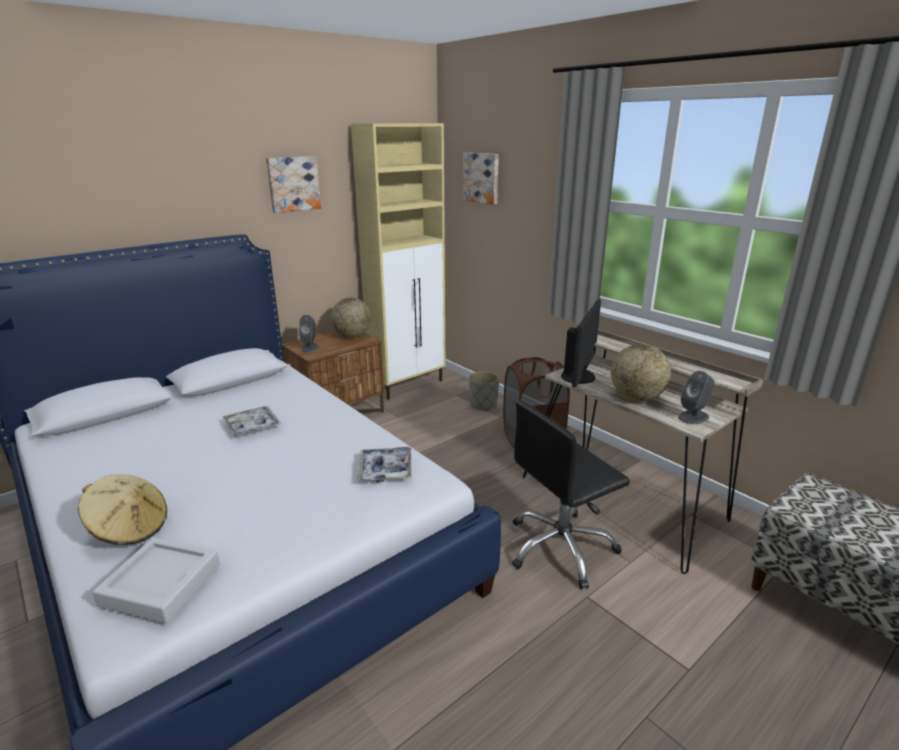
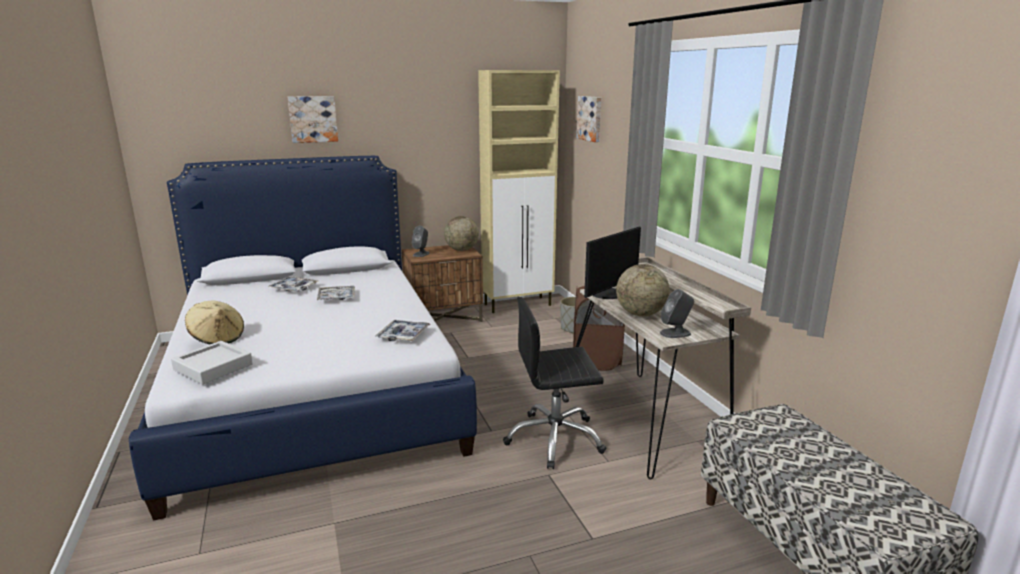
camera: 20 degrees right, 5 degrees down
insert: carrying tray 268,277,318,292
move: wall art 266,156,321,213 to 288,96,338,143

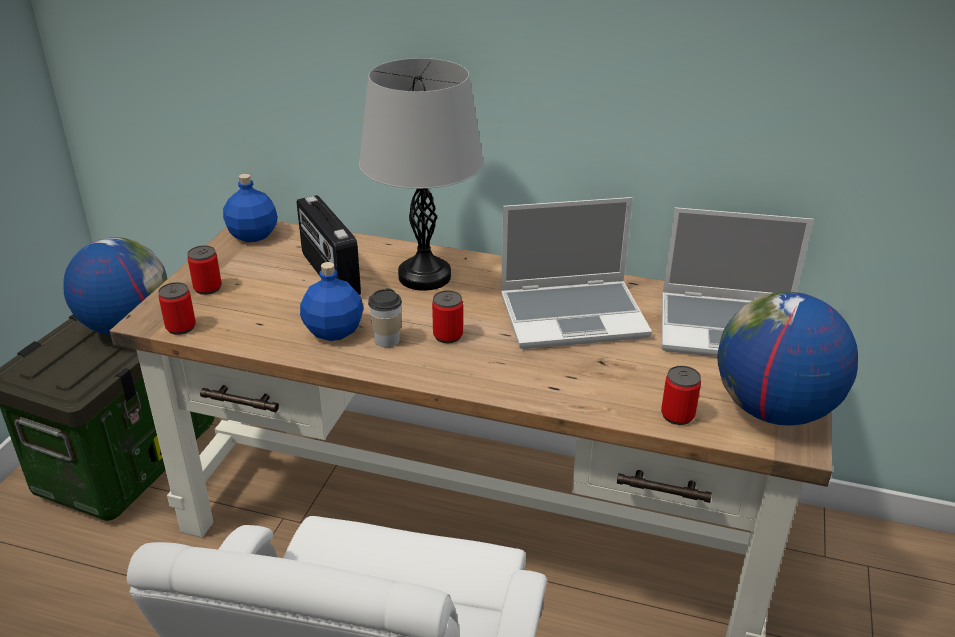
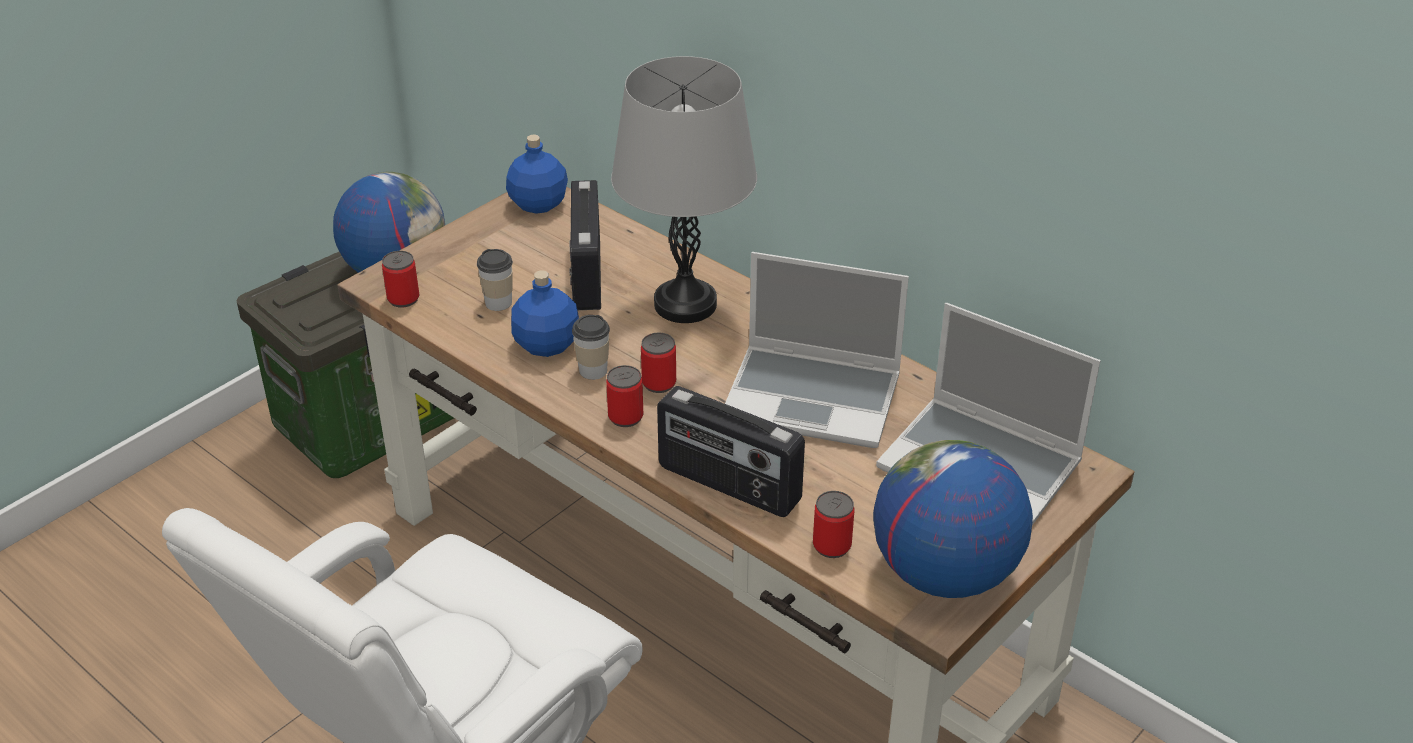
camera: 25 degrees right, 5 degrees up
insert: small cup 477,249,513,311; radio set 657,386,805,517
move: can 188,245,222,295 to 606,365,643,427

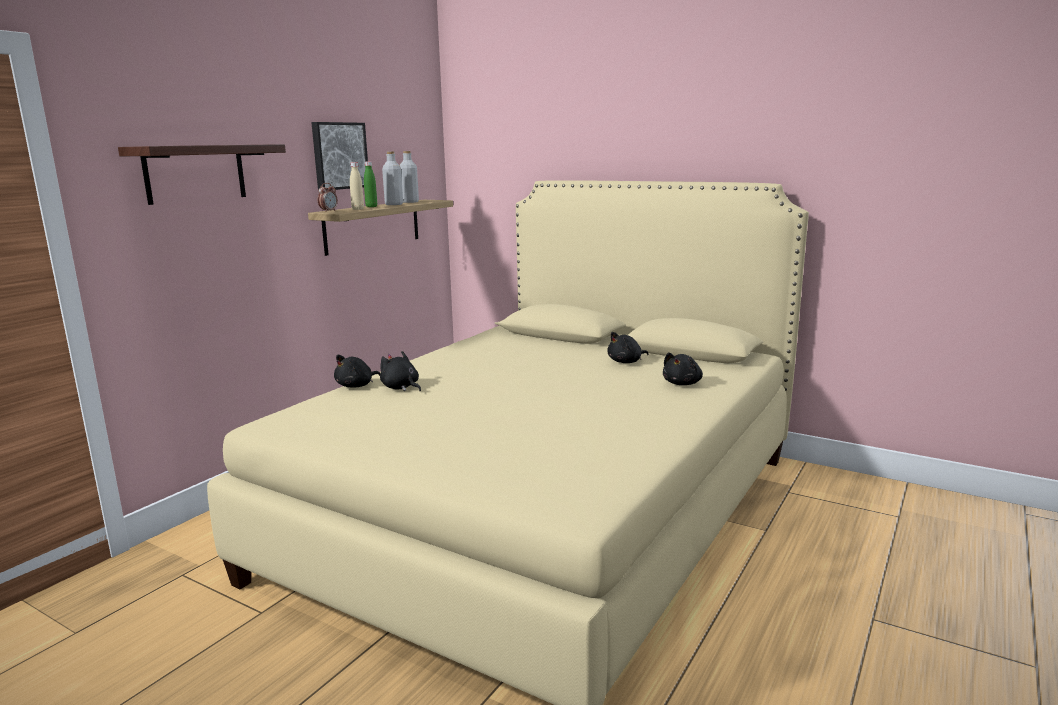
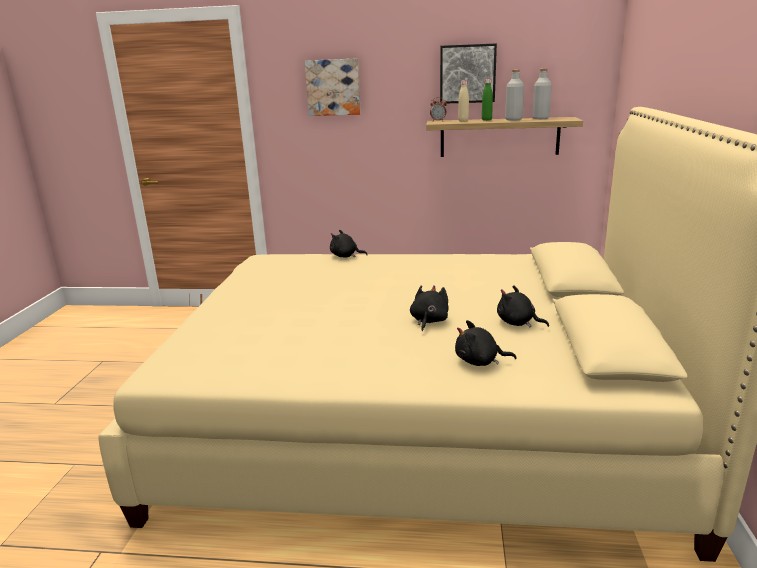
camera: 65 degrees right, 5 degrees up
move: cuddly toy (blackish) 380,351,421,391 to 410,285,449,331
replace: wall shelf 118,144,286,205 to wall art 304,58,361,116

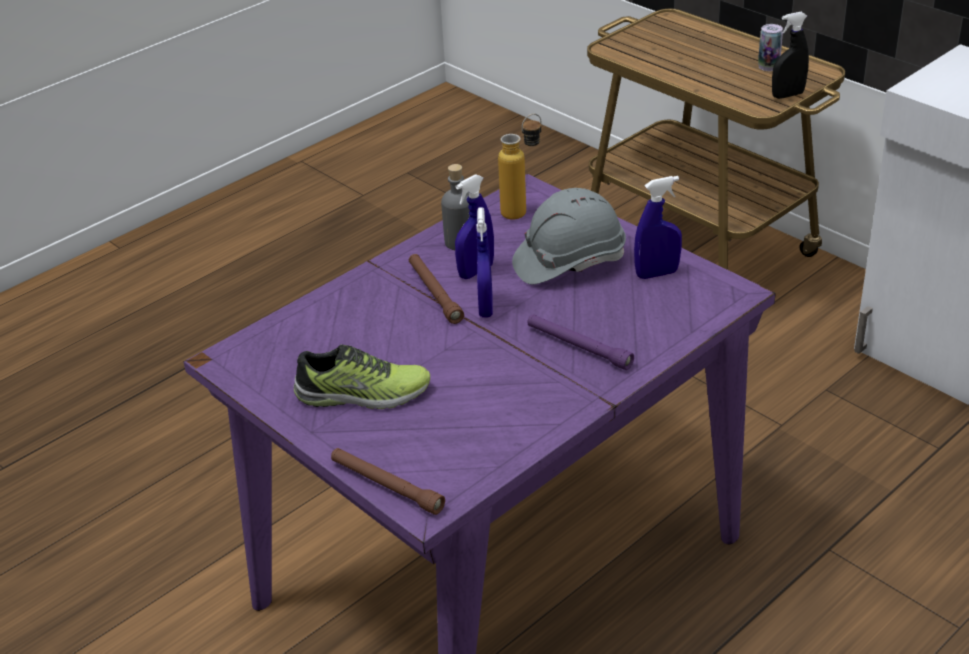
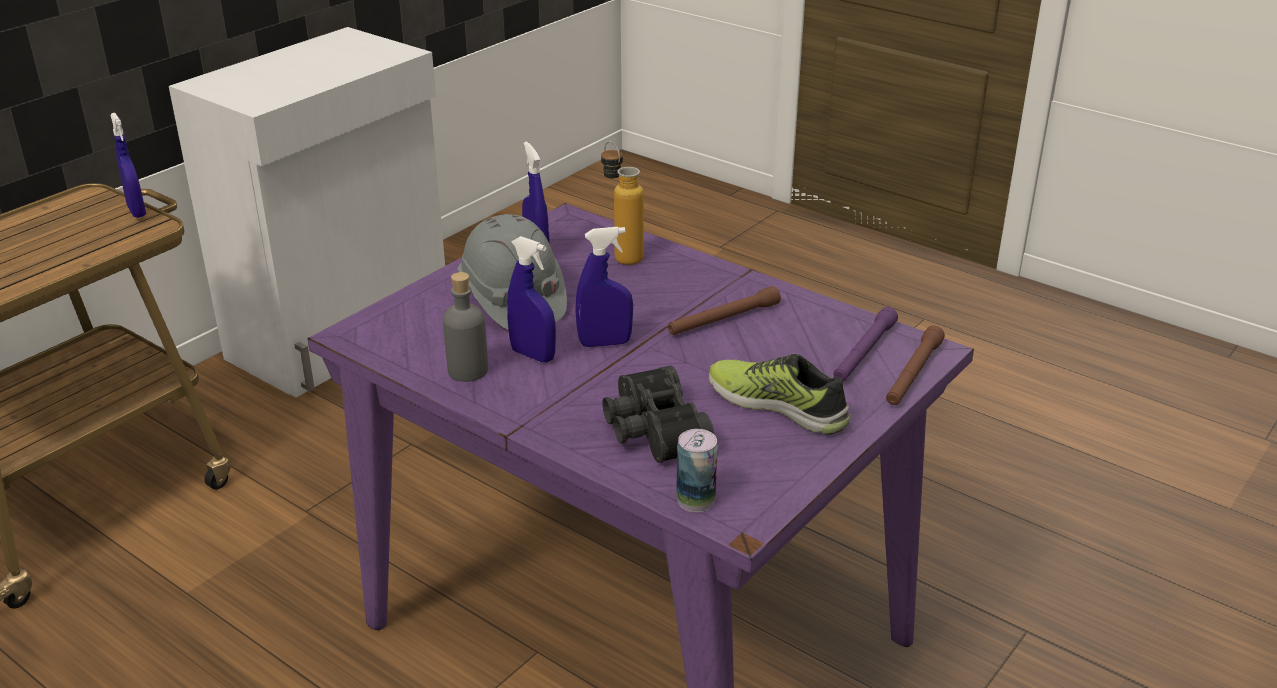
camera: 100 degrees left, 5 degrees down
insert: binoculars (blackish) 602,365,715,463
move: can 758,24,783,71 to 676,429,718,512; beverage bottle 498,114,541,220 to 601,141,644,265; flashlight (brownish) 409,254,464,324 to 668,286,781,335; flashlight (purplish) 527,314,634,370 to 833,307,898,382
recolor: sprayer (blackish) 772,12,809,99 to sprayer (blue) 111,113,146,218
rotate: shoe 294,345,430,409 = 709,354,850,435 45 degrees counterclockwise

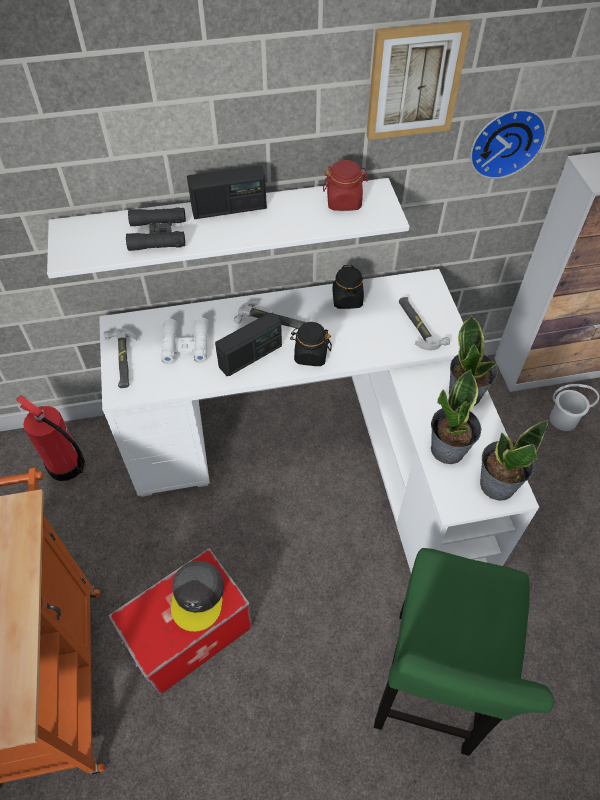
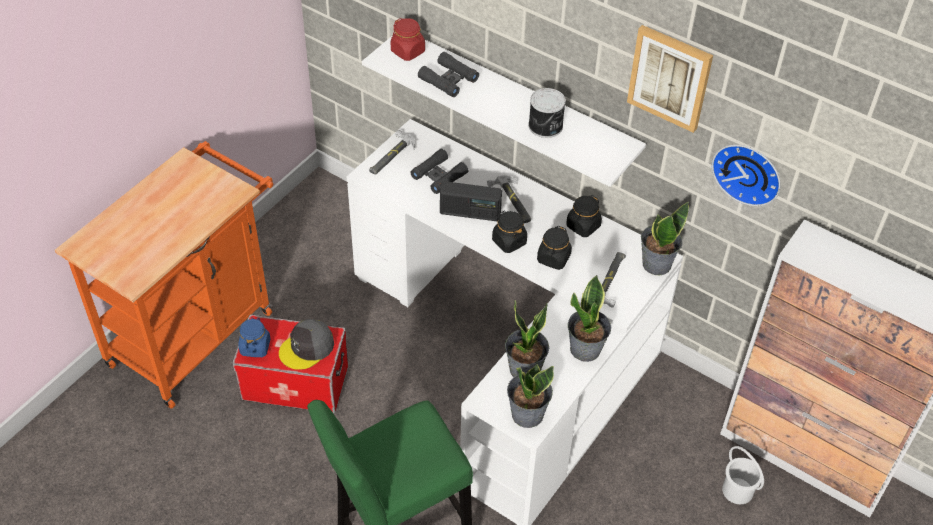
camera: 45 degrees right, 5 degrees down
delete: radio set 187,165,267,219; fire extinguisher 16,395,85,481
insert: can 528,88,566,138; potted plant 641,202,689,275; preserve jar (blackish) 537,226,572,270; preserve jar (blue) 238,317,271,357
move: preserve jar (red) 323,160,369,211 to 391,18,425,61
recolor: binoculars (white) 161,317,209,364 to binoculars (blackish) 410,149,468,194

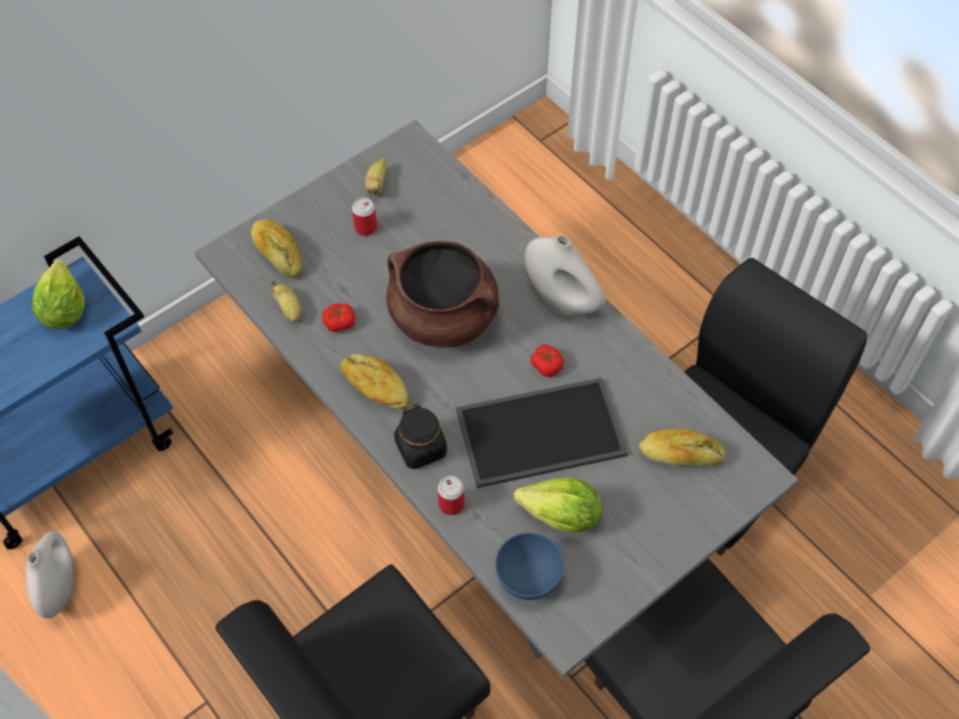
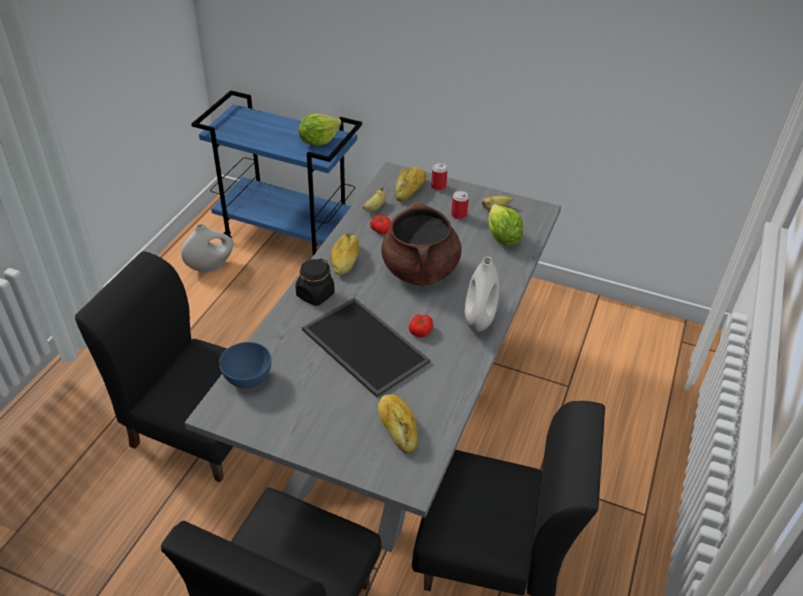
camera: 60 degrees right, 15 degrees down
move: can 438,476,464,515 to 431,162,448,191; lettuce 514,478,602,533 to 489,204,523,245

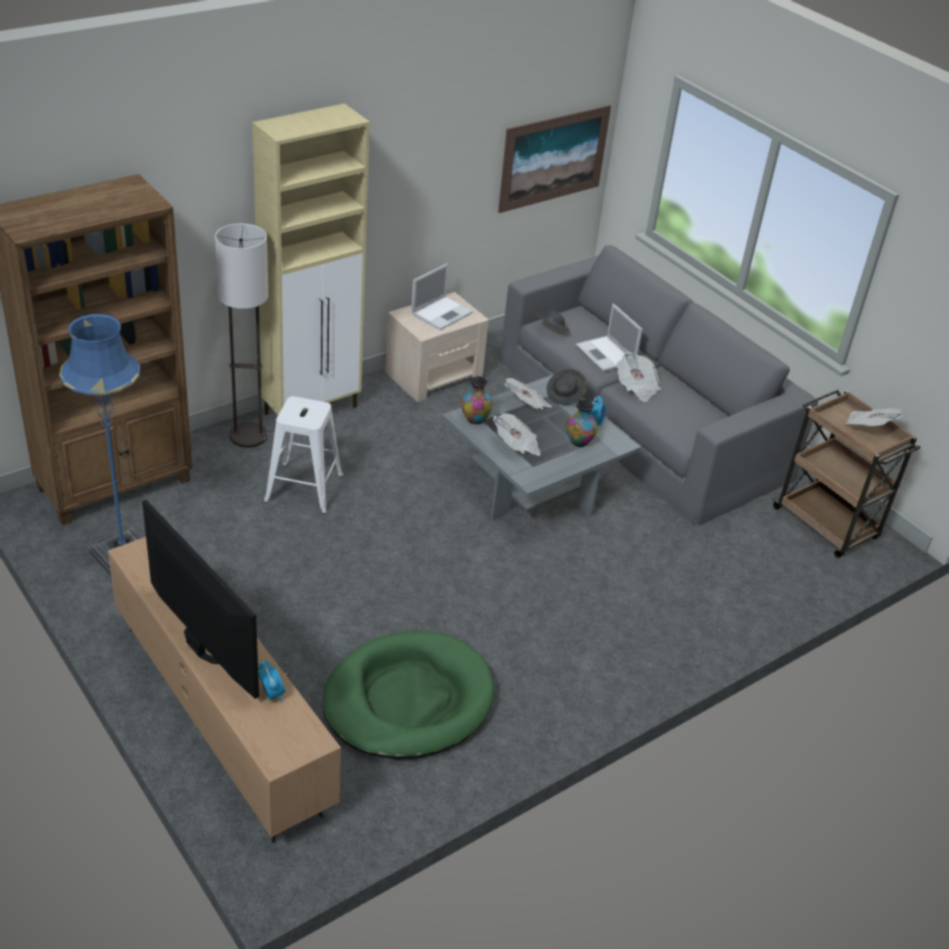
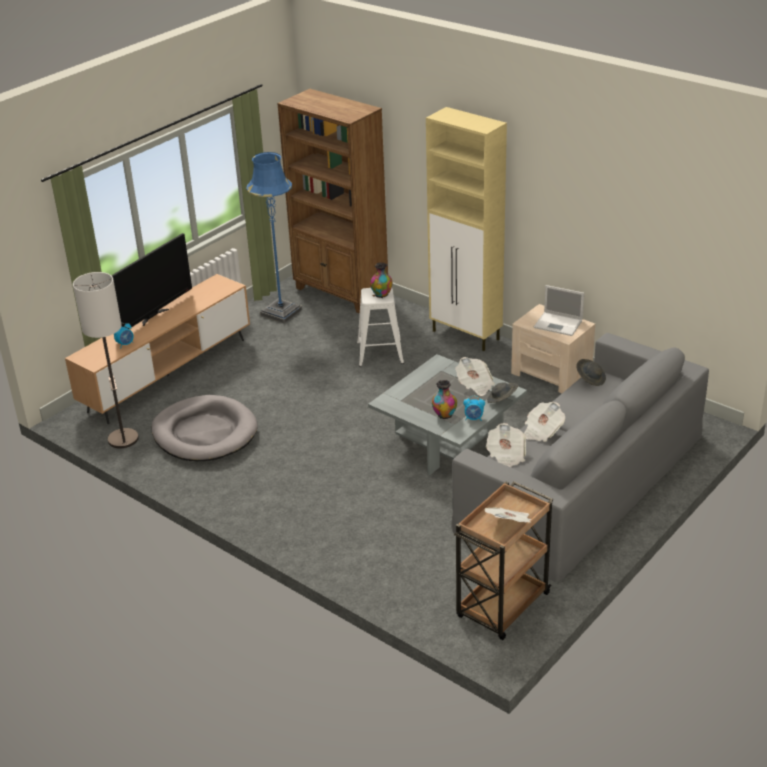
camera: 80 degrees right, 5 degrees down
delete: wall art 498,105,611,213; notebook computer 576,304,643,372
move: floor lamp 215,223,268,448 to 73,272,139,448; vase 461,376,492,425 to 370,263,393,298; daily paper 493,413,541,456 to 486,423,526,467
recolor: dog bed (green) 323,631,495,759 to dog bed (greyish) 151,395,258,461

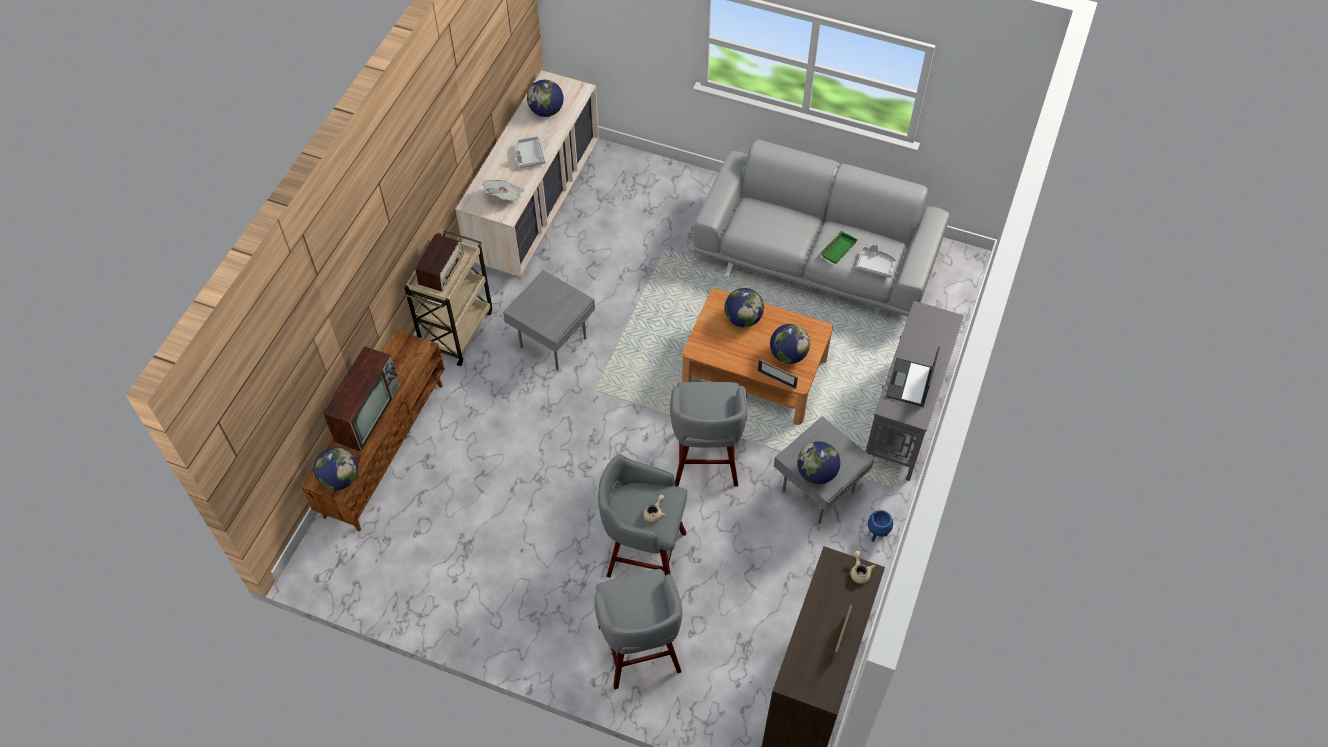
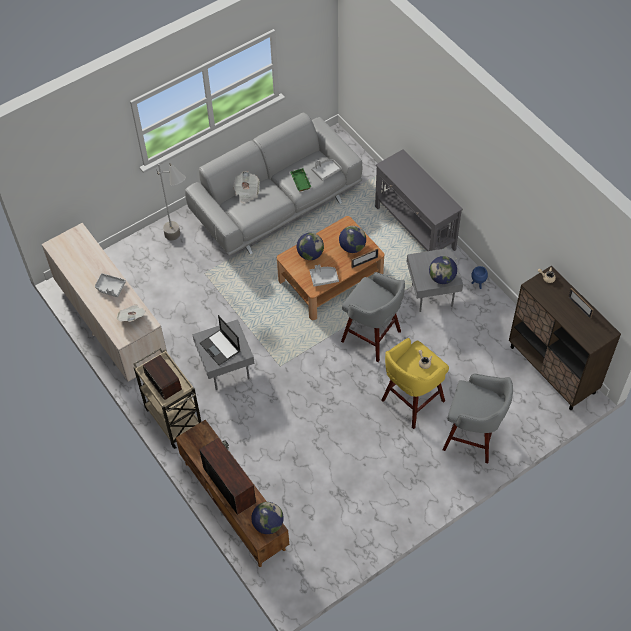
camera: 55 degrees left, 0 degrees up
delete: world globe 527,80,564,117
insert: floor lamp (greyish) 157,163,186,240; daily paper 233,171,260,203; carrying tray (greyish) 310,264,339,287
move: notebook computer 886,346,940,407 to 200,315,241,366
recolor: stool (greyish) 598,454,687,577 to stool (yellowish) 381,338,449,429

